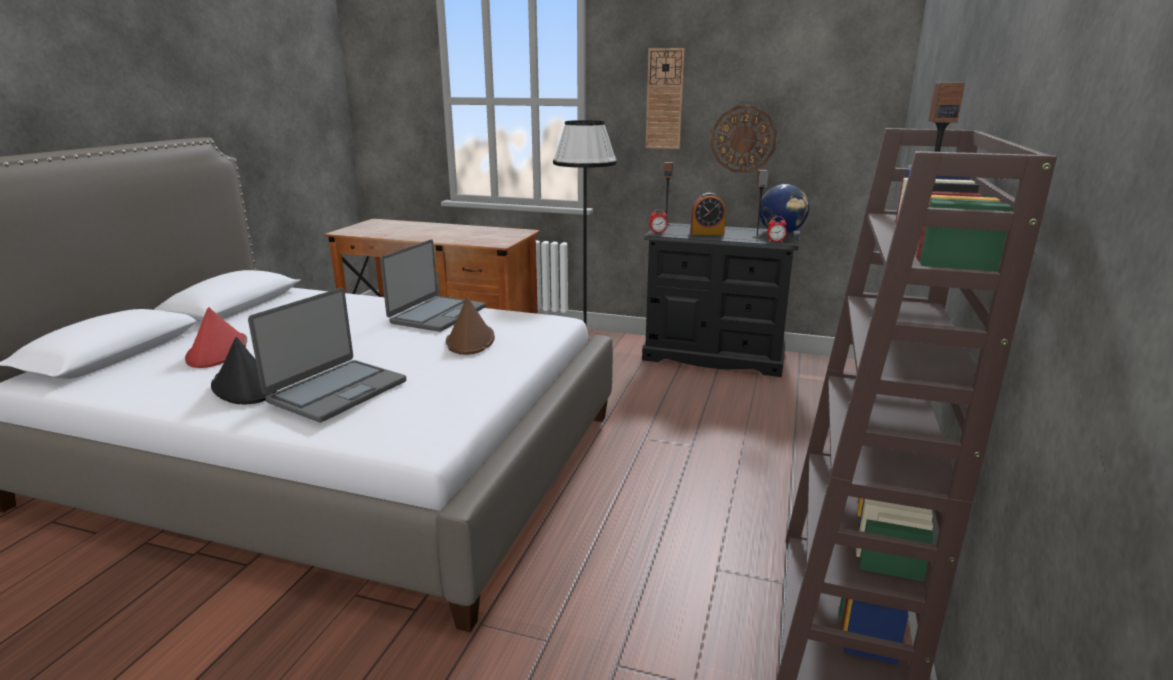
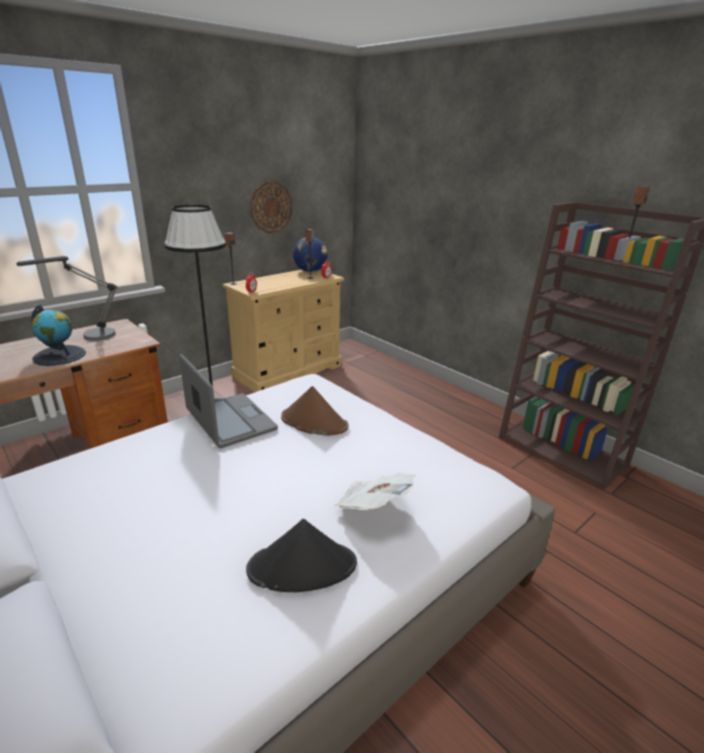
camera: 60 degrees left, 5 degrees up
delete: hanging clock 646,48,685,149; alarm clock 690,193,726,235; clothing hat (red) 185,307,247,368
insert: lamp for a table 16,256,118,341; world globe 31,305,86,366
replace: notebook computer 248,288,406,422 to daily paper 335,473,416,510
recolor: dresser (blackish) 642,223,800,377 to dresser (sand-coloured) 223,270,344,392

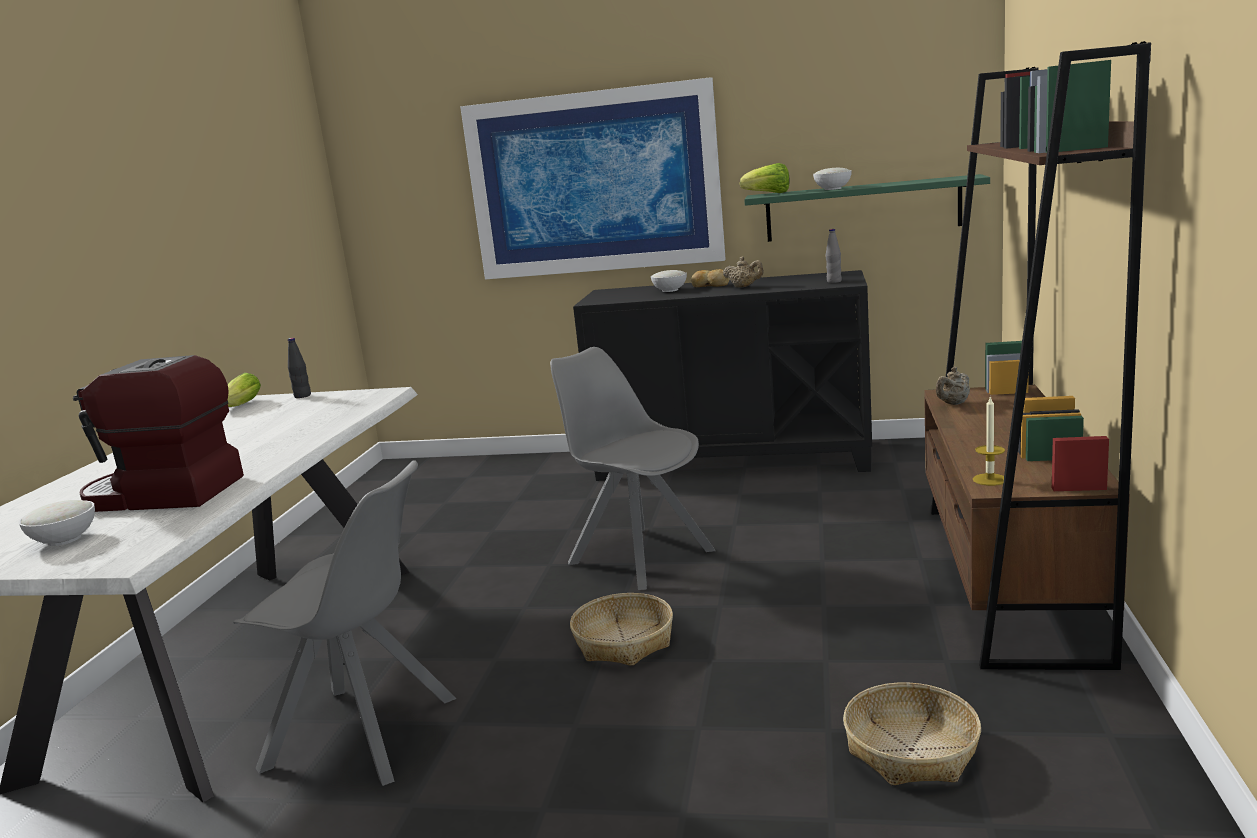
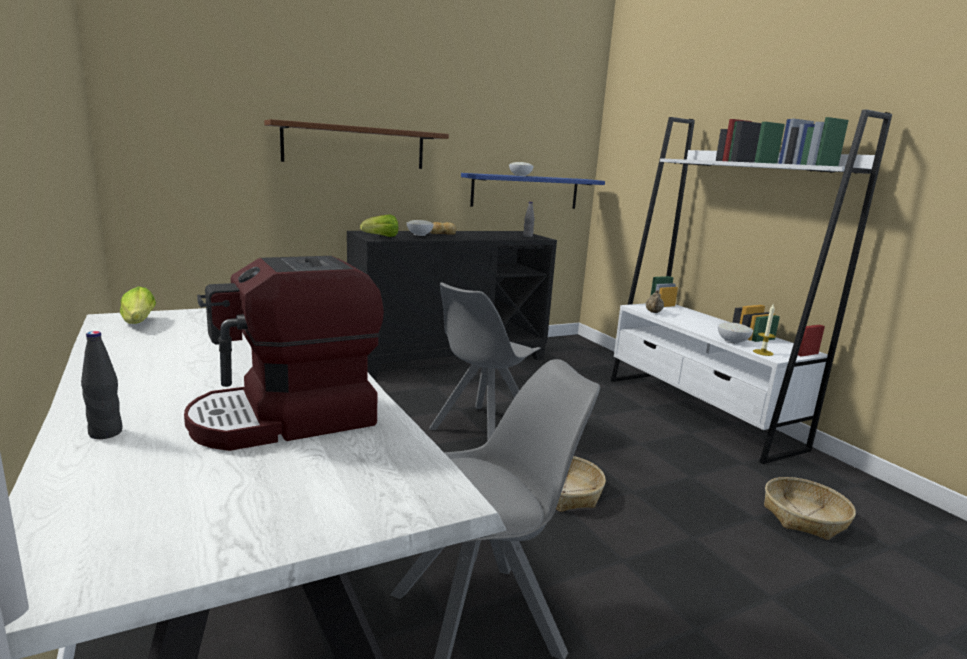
camera: 40 degrees left, 0 degrees up
delete: teapot (sand-coloured) 723,256,764,288
move: lettuce 740,163,790,193 to 360,214,398,237; beverage bottle (blackish) 288,338,311,398 to 81,331,123,439; bowl (white) 18,500,95,546 to 718,323,753,344
replace: wall art 460,77,726,279 to wall shelf (brownish) 264,119,449,169
recolor: bookshelf (brownish) 924,41,1151,670 to bookshelf (white) 611,110,892,464; wall shelf (green) 744,174,990,242 to wall shelf (blue) 461,173,605,209
rotate: plain chair (greyish) 550,347,716,590 = 429,282,541,441 60 degrees counterclockwise

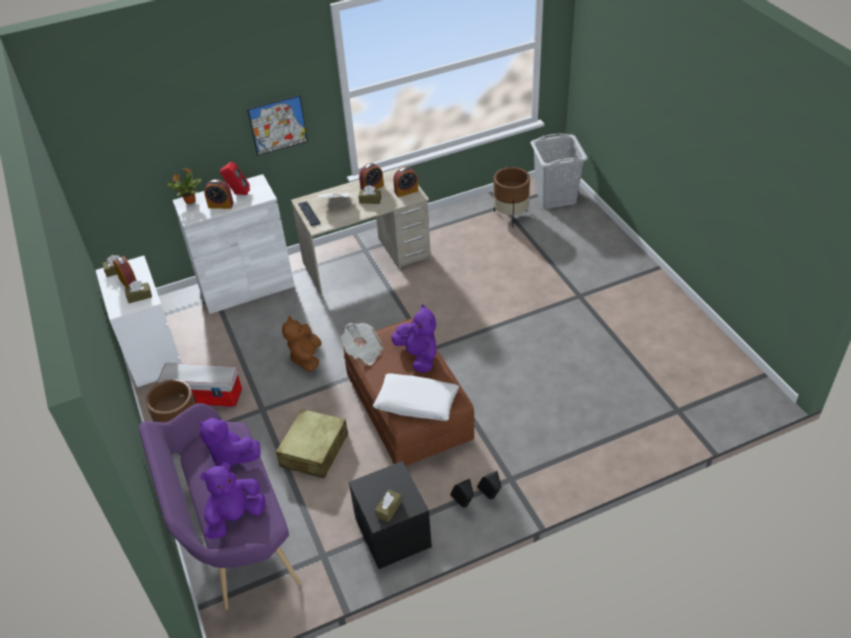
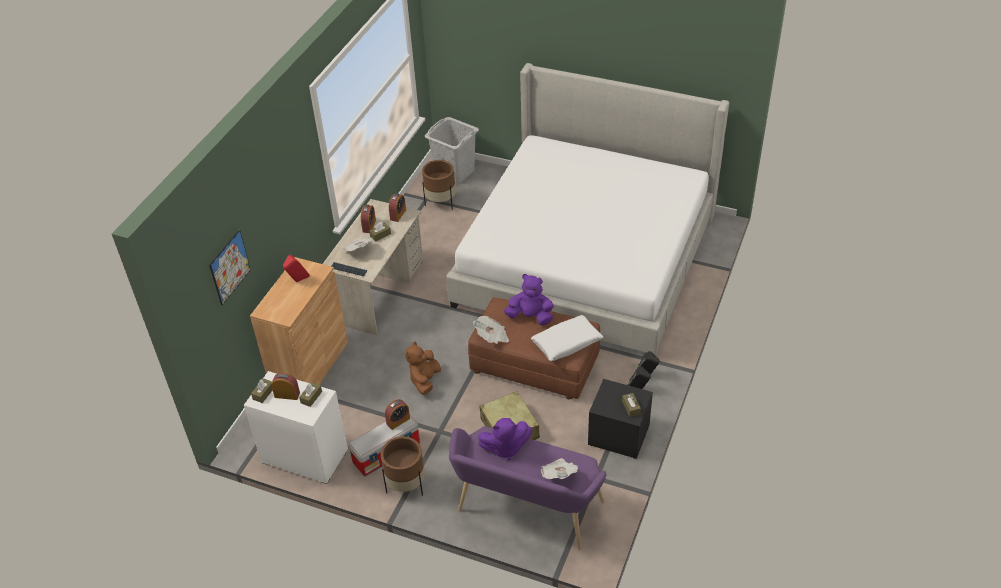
camera: 45 degrees left, 0 degrees up
delete: potted plant 168,168,202,204
insert: sleeping bed 446,63,729,355
move: wall art 247,95,308,156 to 209,230,251,305; alarm clock 204,179,234,209 to 385,399,410,430
replace: cuddly toy (purplish) 200,462,265,539 to daily paper 541,458,578,479
recolor: cabinet (white) 172,174,295,314 to cabinet (brownish) 250,257,348,385
rotate: cuddly toy (brownish) 282,316,322,372 = 405,342,441,394 60 degrees clockwise

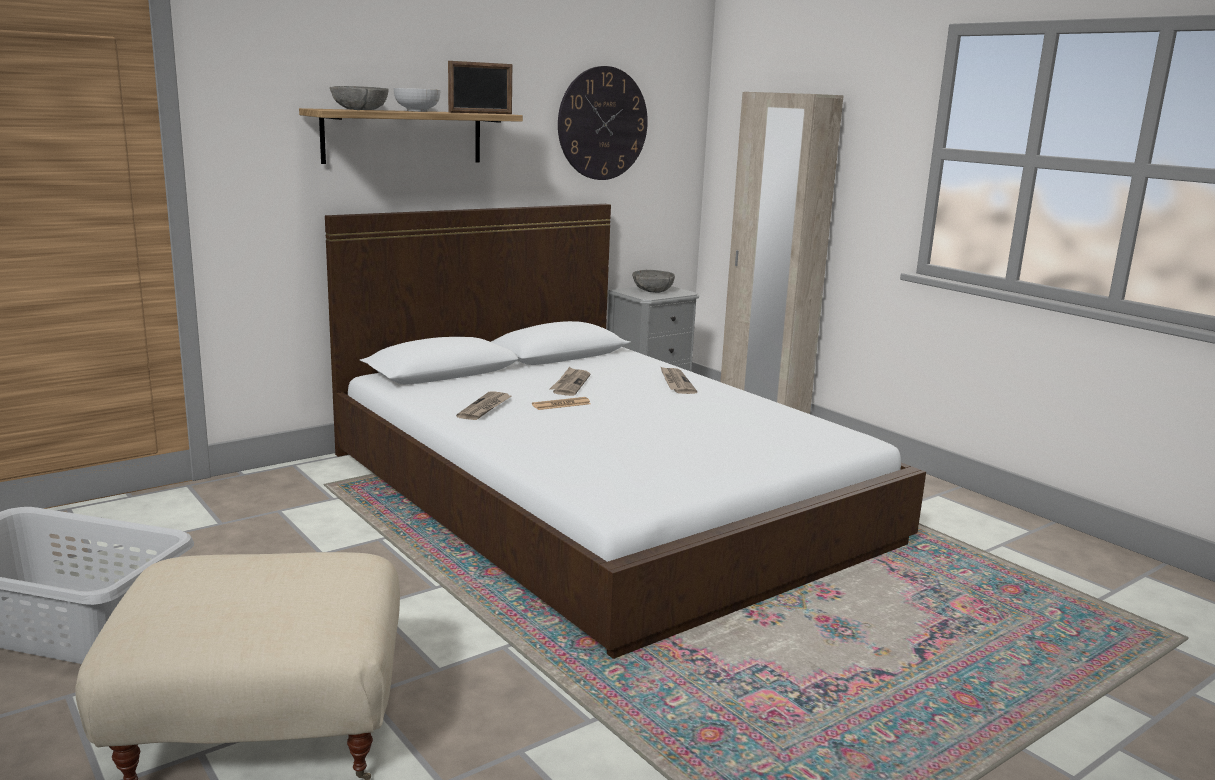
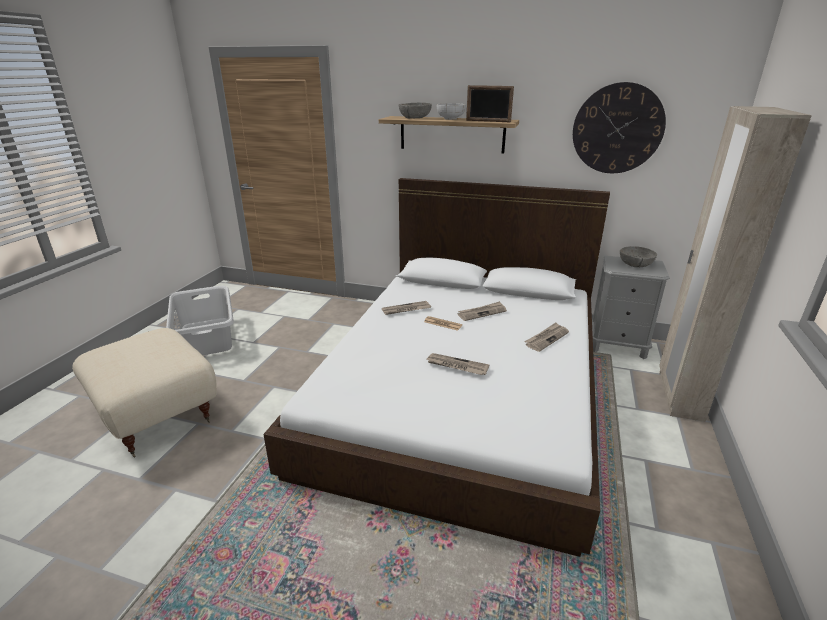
camera: 55 degrees right, 10 degrees up
insert: daily paper 427,353,489,375

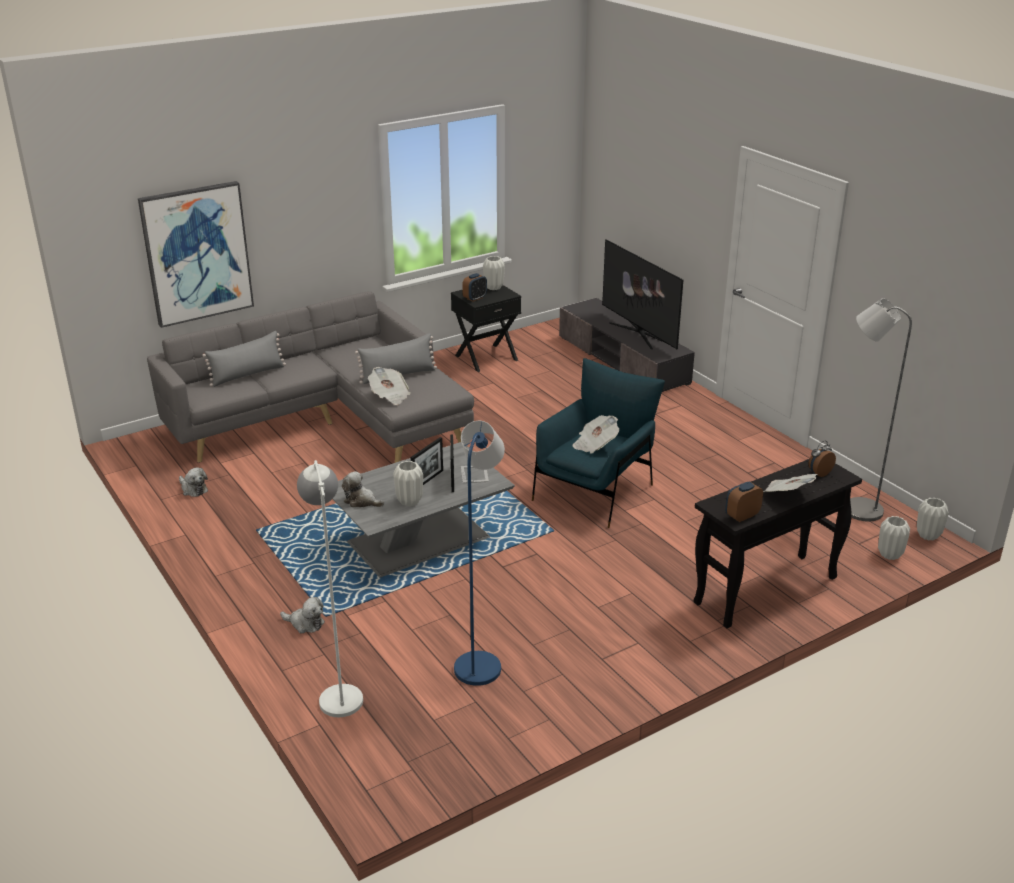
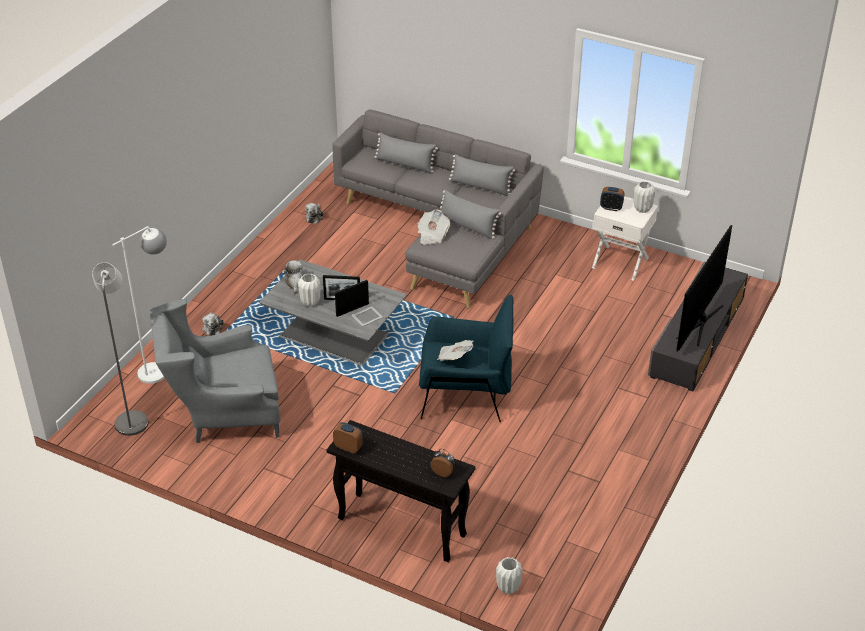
camera: 60 degrees right, 10 degrees up
delete: wall art 138,181,254,328; daily paper 763,474,817,492; vase (white) 917,498,949,540
insert: throw pillow (greyish) 449,154,515,196
move: floor lamp (greyish) 850,298,912,522 to 92,262,149,436
replace: floor lamp (blue) 454,421,505,686 to lounge chair (greyish) 150,299,280,443
recolor: nightstand (blackish) 451,285,521,372 to nightstand (white) 592,196,658,281

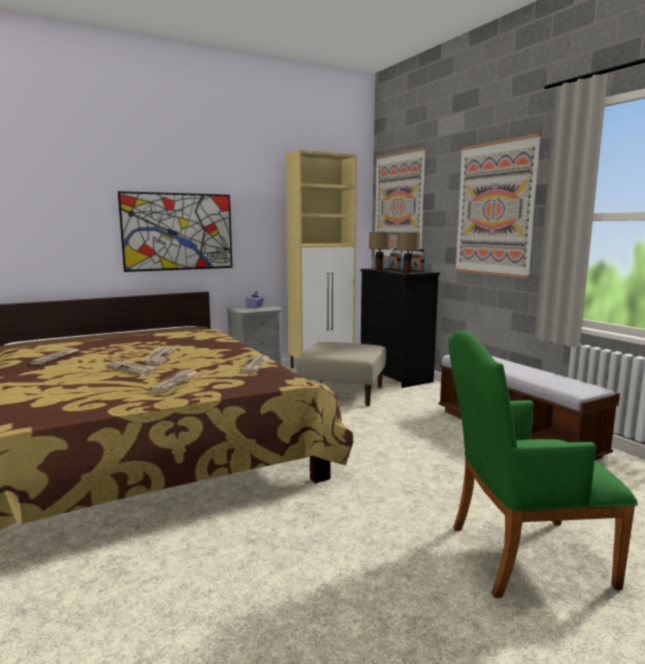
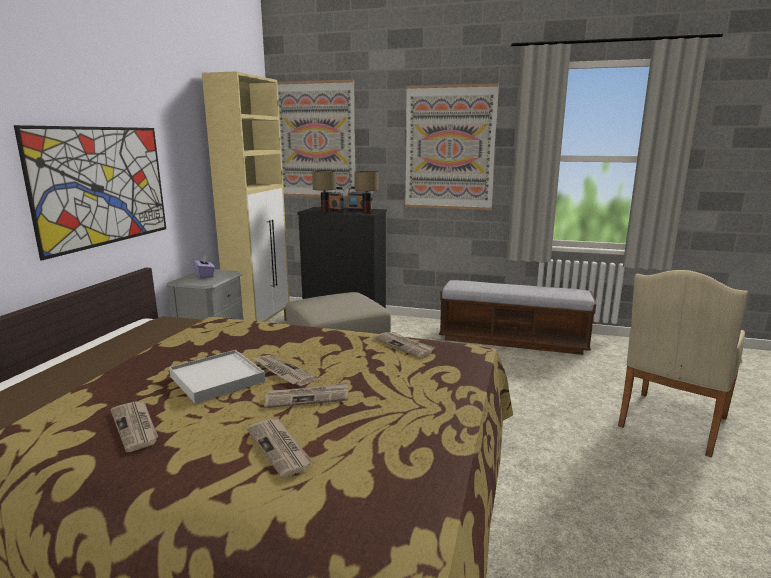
camera: 45 degrees left, 5 degrees up
insert: carrying tray (white) 169,350,265,404
move: daily paper 149,370,199,392 to 247,419,313,478
recolor: lounge chair (green) 448,330,638,598 to lounge chair (sand-coloured) 618,270,748,457

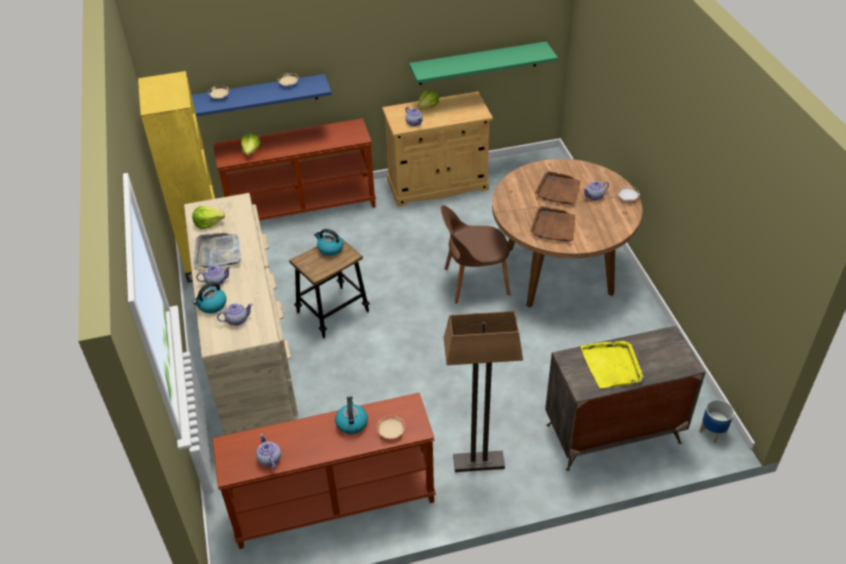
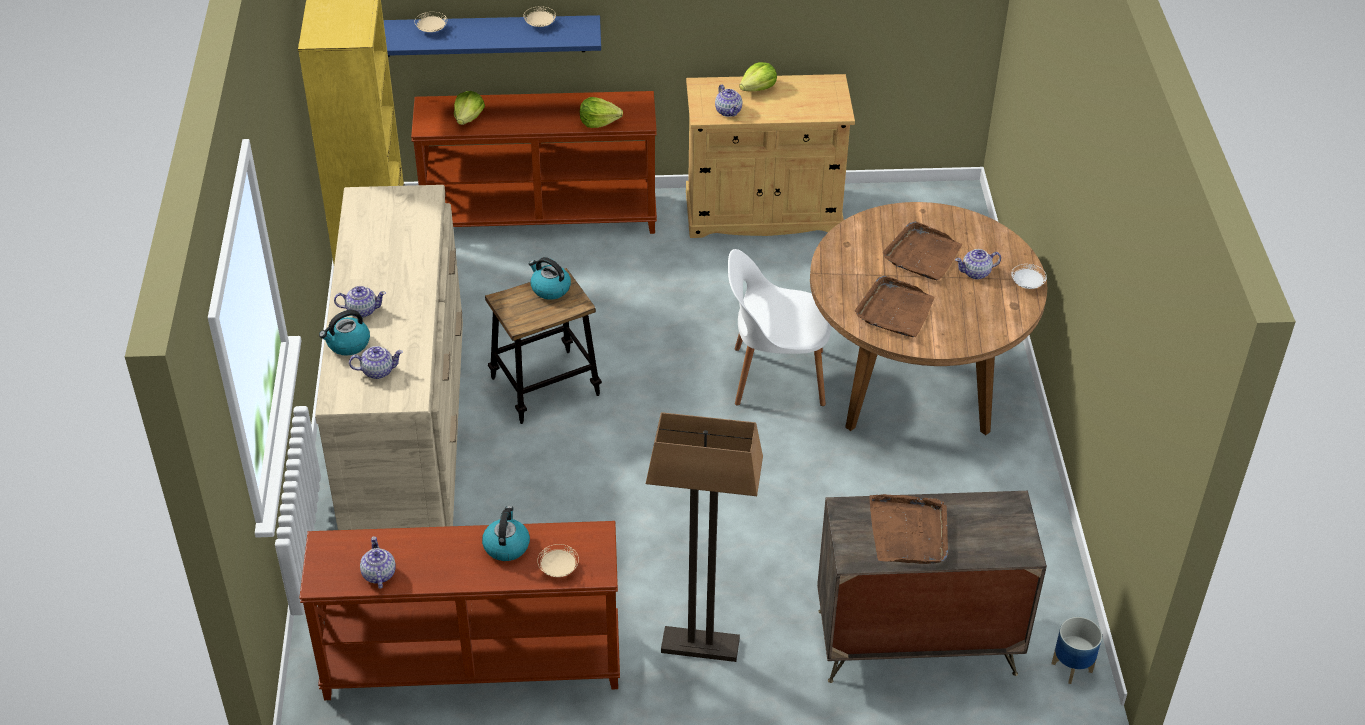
camera: 10 degrees right, 0 degrees up
delete: wall shelf (green) 409,42,558,85; carrying tray (greyish) 194,233,241,268
move: lettuce 192,206,225,229 to 580,97,623,128
recolor: plain chair (brownish) 441,205,510,304 to plain chair (white) 728,249,831,406; carrying tray (yellowish) 581,341,643,388 to carrying tray (brownish) 869,494,948,564

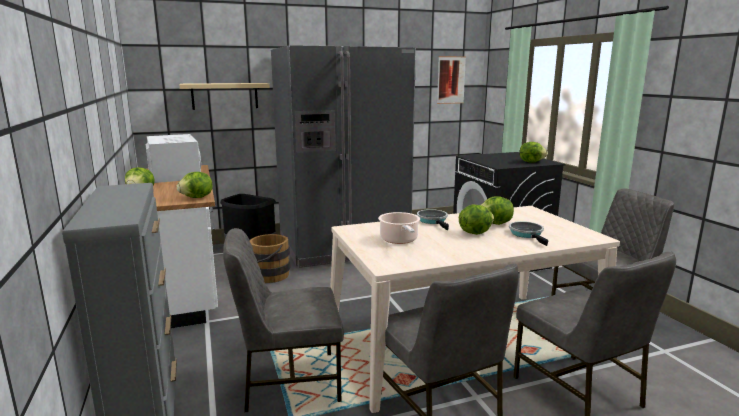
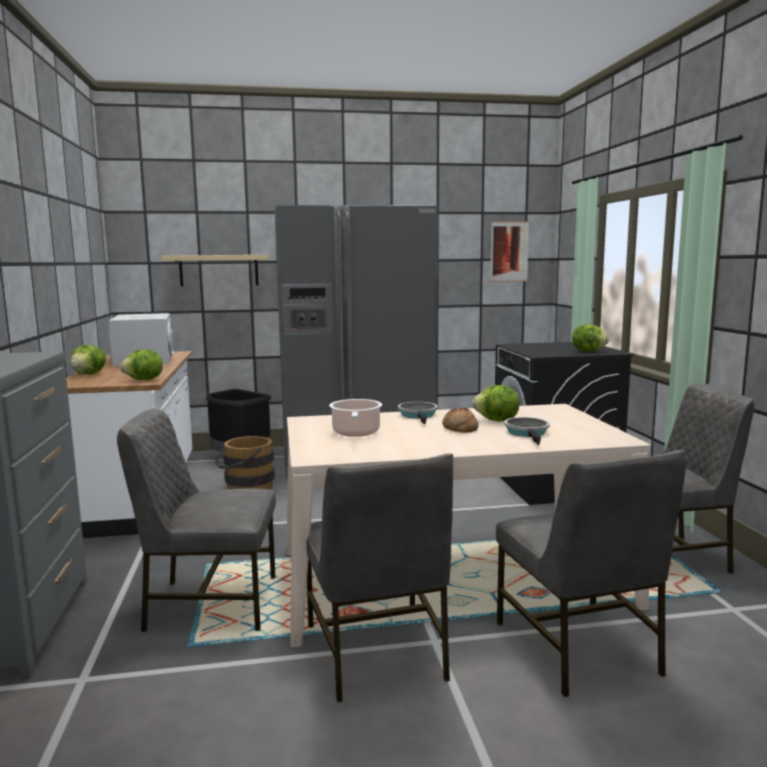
camera: 10 degrees right, 5 degrees down
replace: lettuce 459,205,494,235 to bakery bread 442,408,479,433

